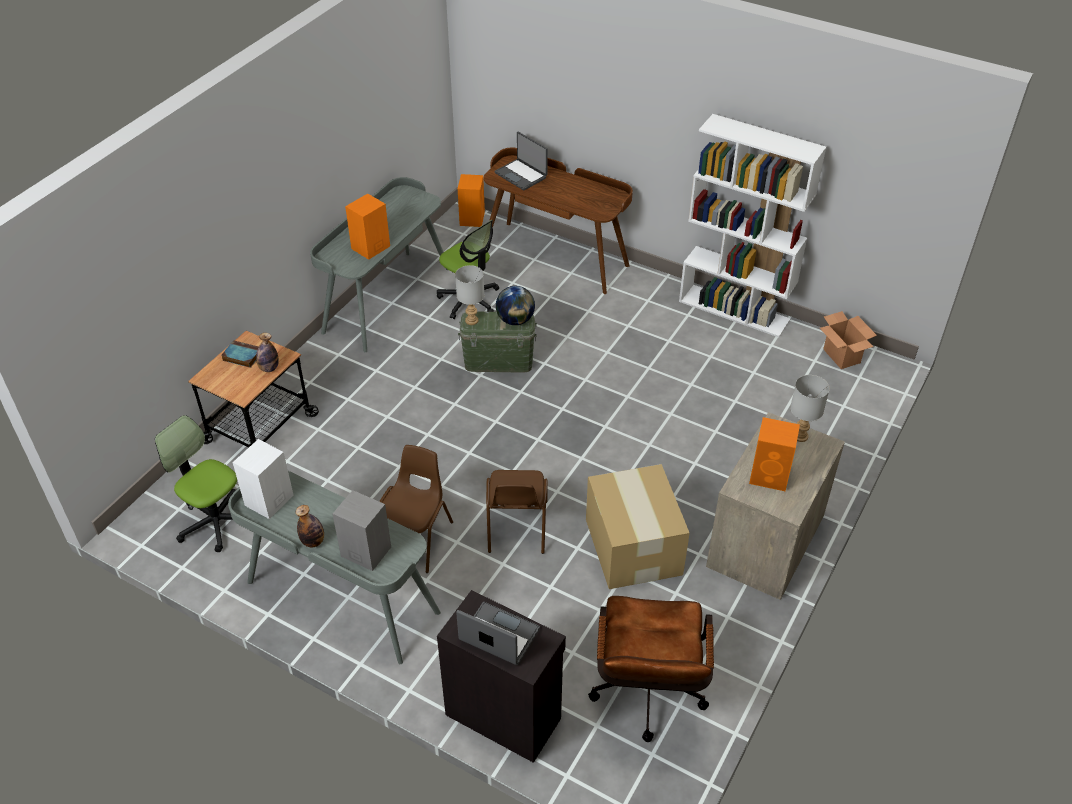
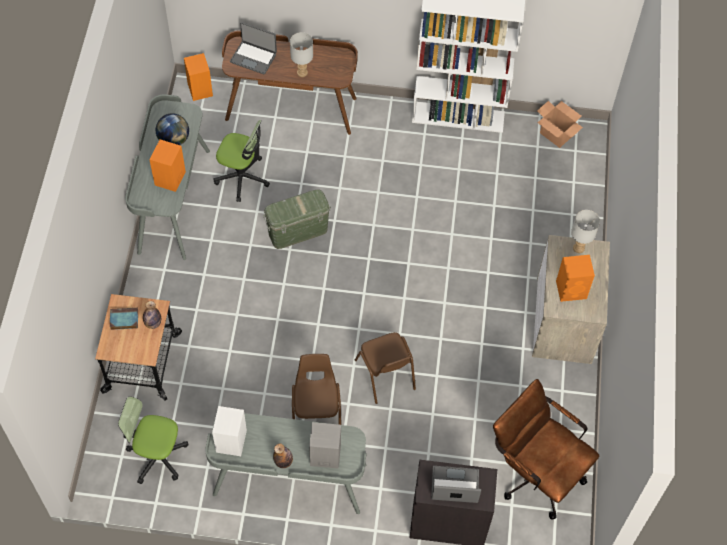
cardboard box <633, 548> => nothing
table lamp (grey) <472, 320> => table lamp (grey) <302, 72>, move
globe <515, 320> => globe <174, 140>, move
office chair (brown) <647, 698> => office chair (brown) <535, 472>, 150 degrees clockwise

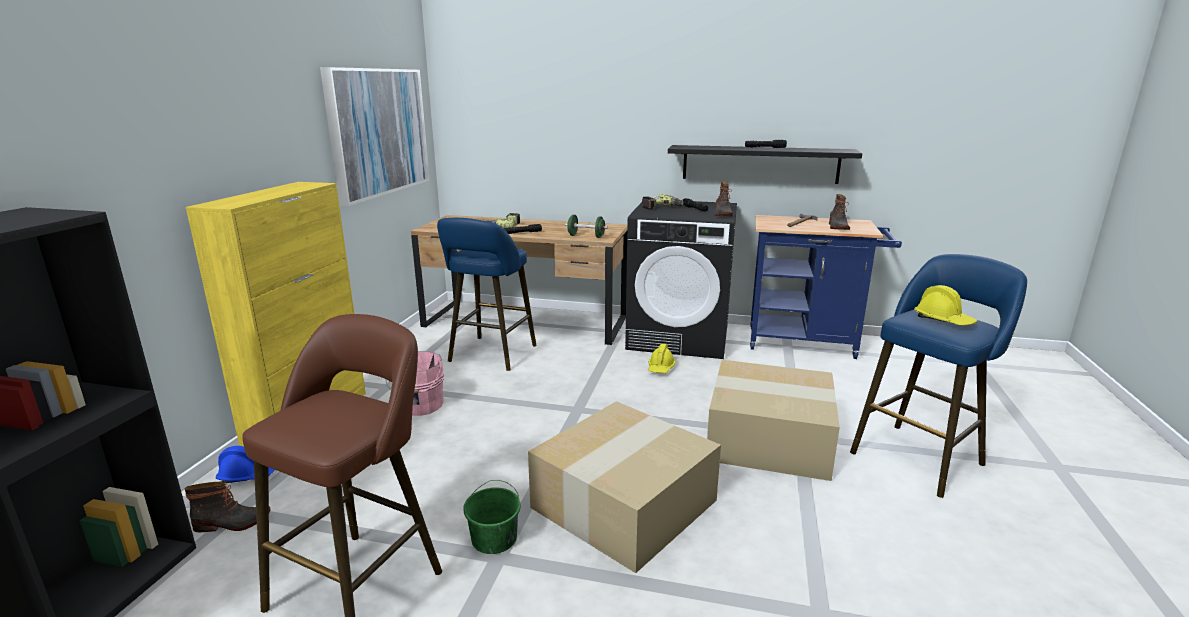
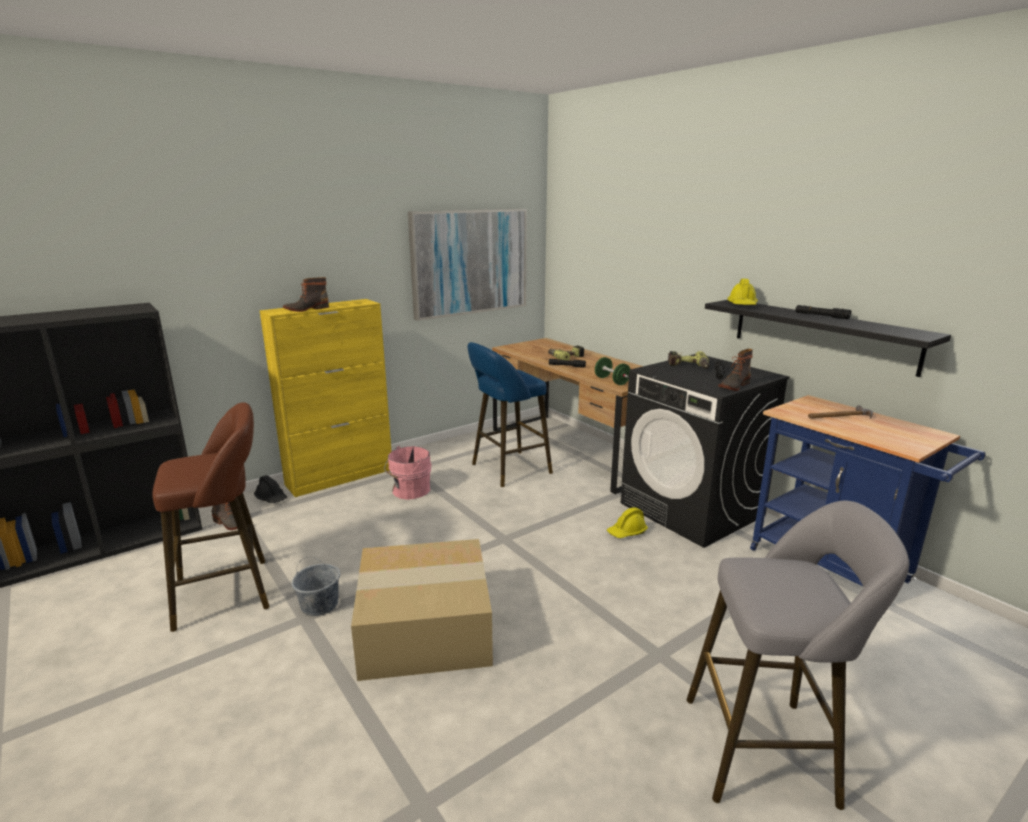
cardboard box <770, 438> => nothing
boot <837, 227> => boot <306, 309>, move
hard hat (yellow) <943, 320> => hard hat (yellow) <742, 305>, move
hard hat (blue) <247, 475> => hard hat (black) <271, 498>
bucket (green) <494, 539> => bucket (grey) <320, 605>
stool (blue) <920, 456> => stool (grey) <768, 749>

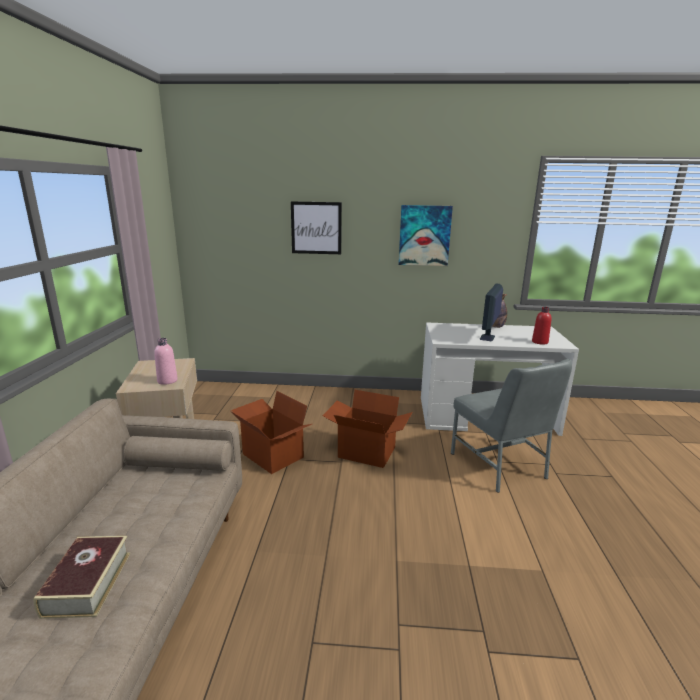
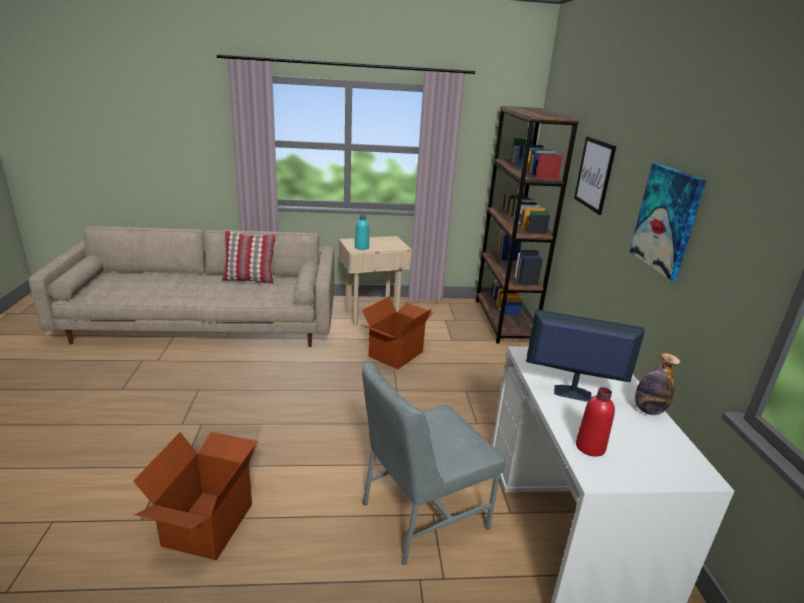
book <87, 583> => nothing
nothing => pillow <249, 279>
nothing => bookcase (brown) <503, 321>
cardboard box <366, 453> => cardboard box <207, 524>, move
bottle (pink) <167, 381> => bottle (turquoise) <361, 247>

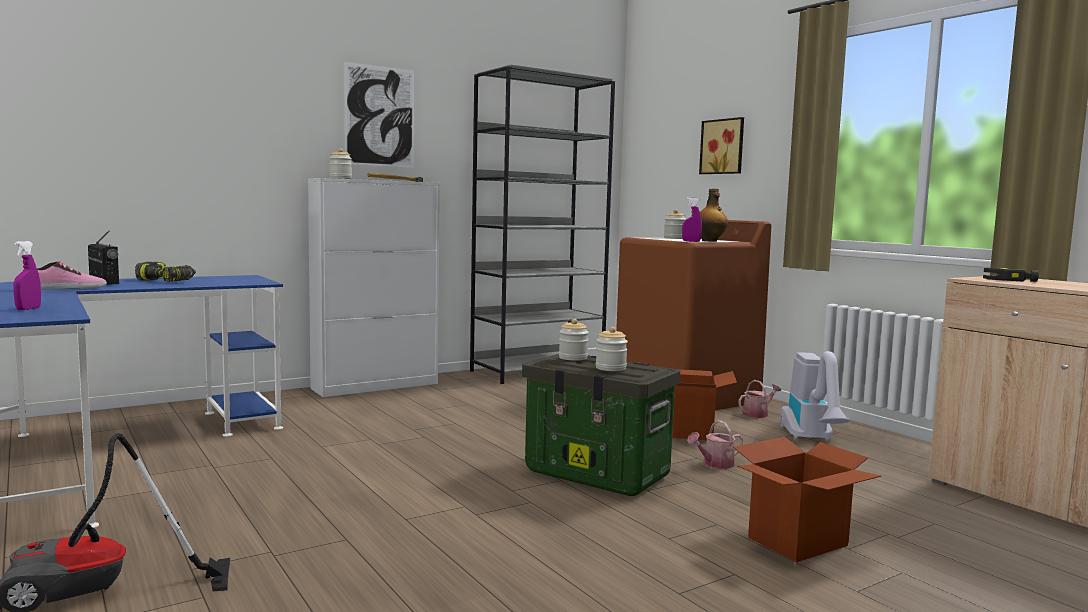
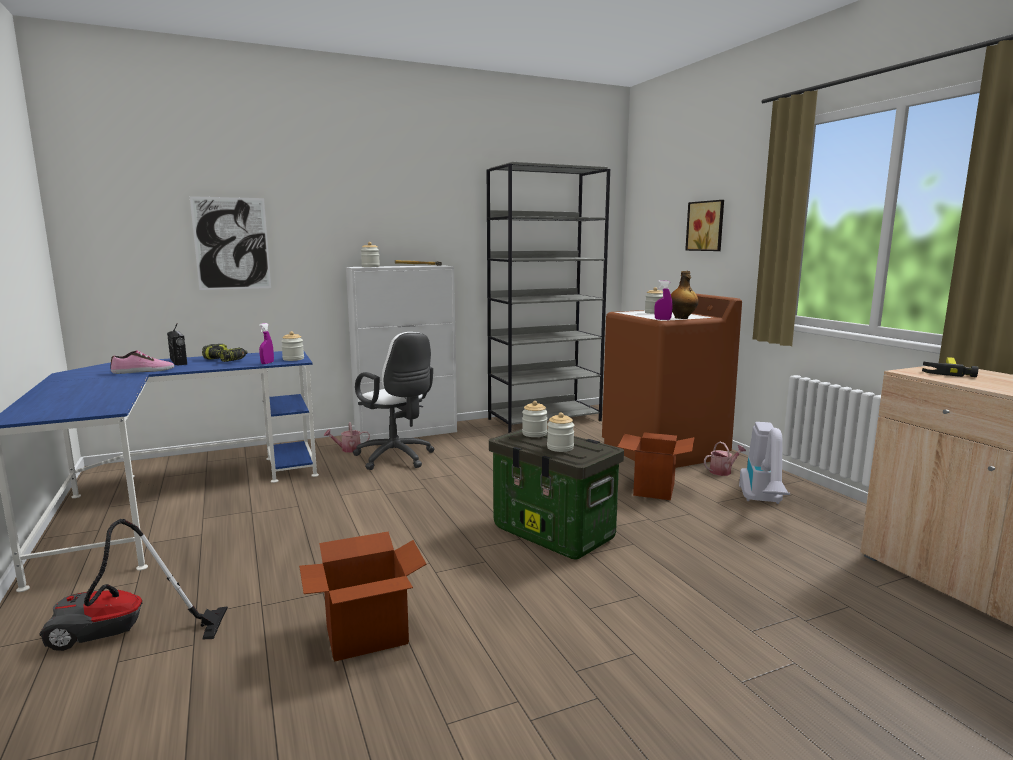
nothing => jar <293, 359>
nothing => office chair (white) <397, 458>
spray bottle (purple) <28, 309> => spray bottle (purple) <267, 363>, move
picture <379, 116> => picture <231, 243>, move
watering can <715, 464> => watering can <348, 449>, move
cardboard box <797, 542> => cardboard box <366, 636>, move

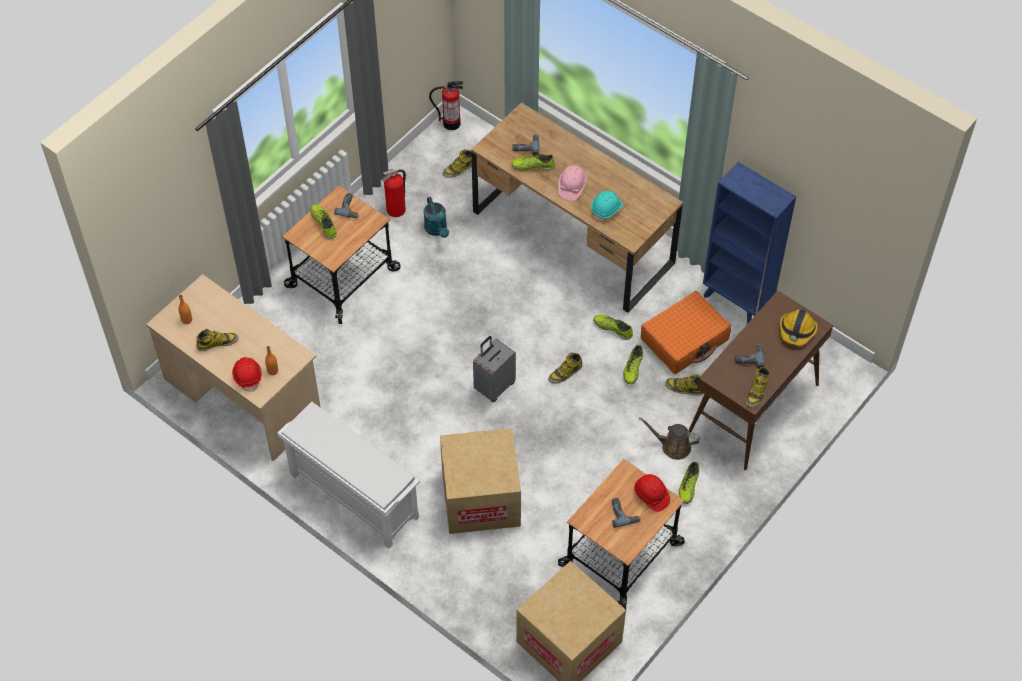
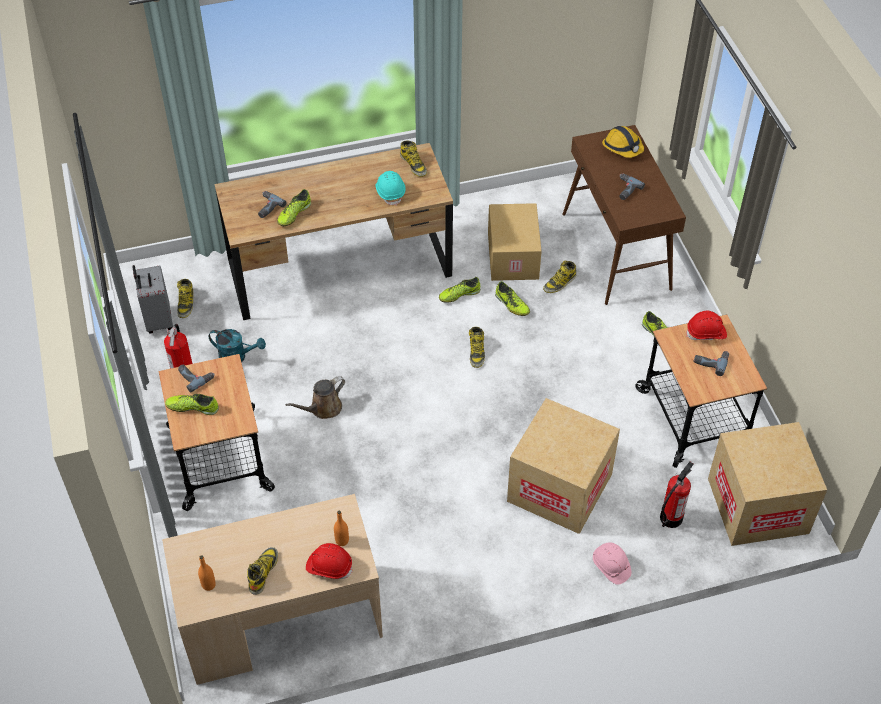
shoe rack (white) <352, 496> => nothing
bookcase (blue) <737, 301> => nothing
fire extinguisher <451, 123> => fire extinguisher <670, 518>, move
suitcase (grey) <494, 386> => suitcase (grey) <157, 320>, move
hard hat (pink) <571, 186> => hard hat (pink) <611, 567>, move
watering can (brown) <673, 446> => watering can (brown) <323, 408>, move
boot <757, 392> => boot <413, 164>, move
suitcase (orange) <685, 339> => cardboard box <511, 255>

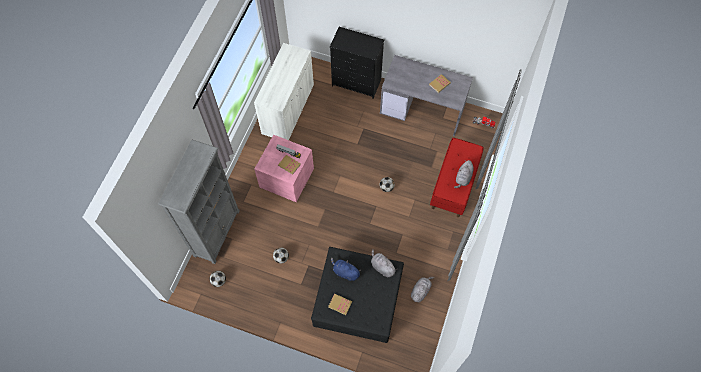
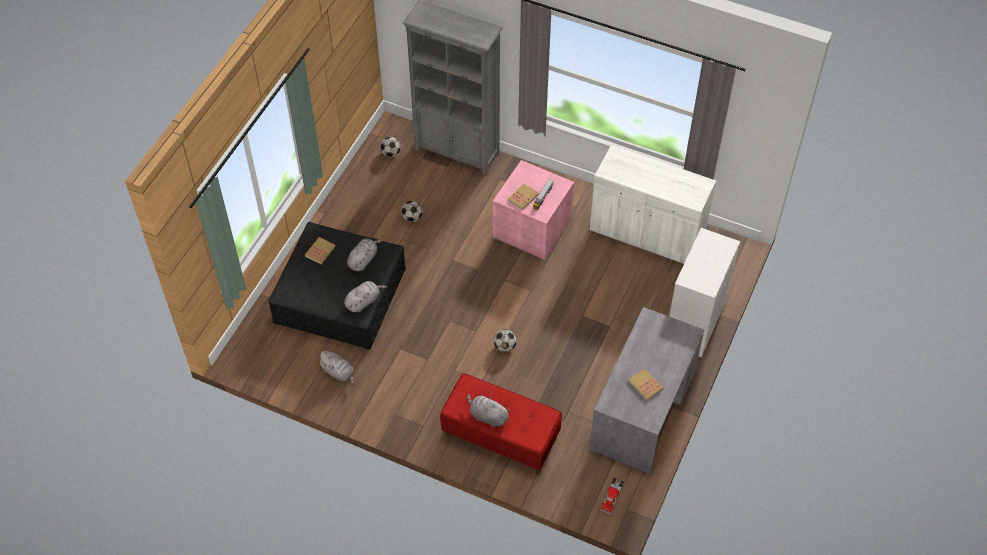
dresser (black) <357, 83> => dresser (white) <694, 324>
plush toy (blue) <345, 272> => plush toy (grey) <363, 260>

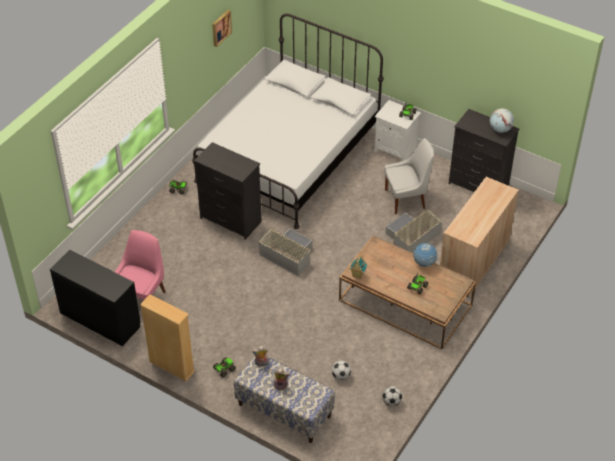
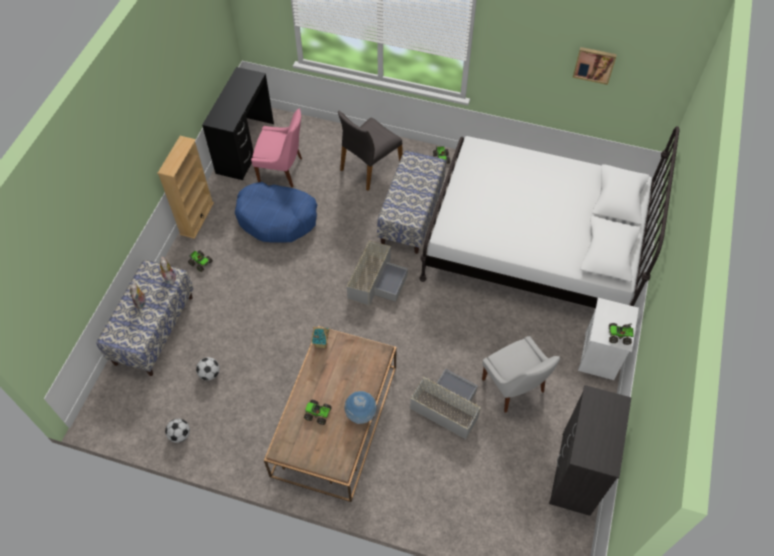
cabinet (beige) <473, 261> => nothing
globe <500, 129> => nothing
nothing => dog bed (blue) <277, 218>
nothing => chair (grey) <370, 167>
dresser (black) <231, 220> => bench <411, 216>

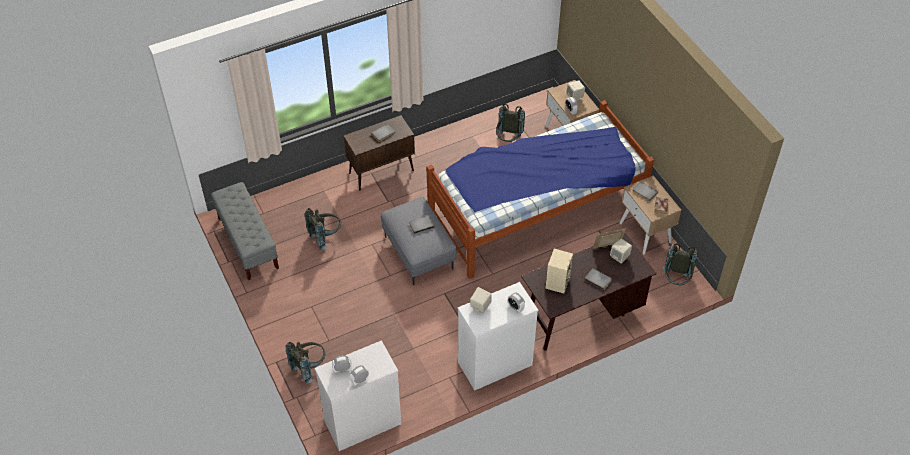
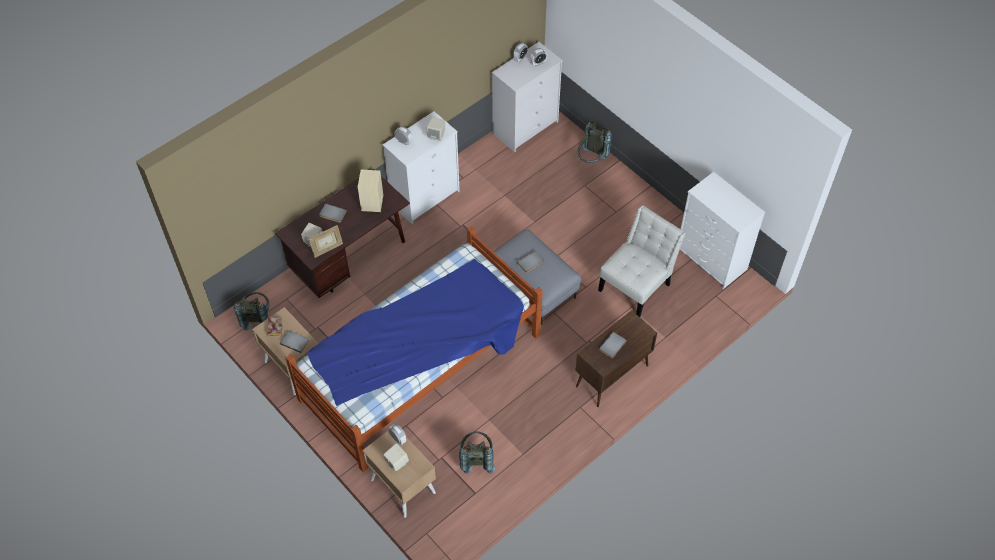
bench (grey) <248, 243> => dresser (white) <712, 259>
backpack (grey) <326, 236> => chair (white) <637, 285>

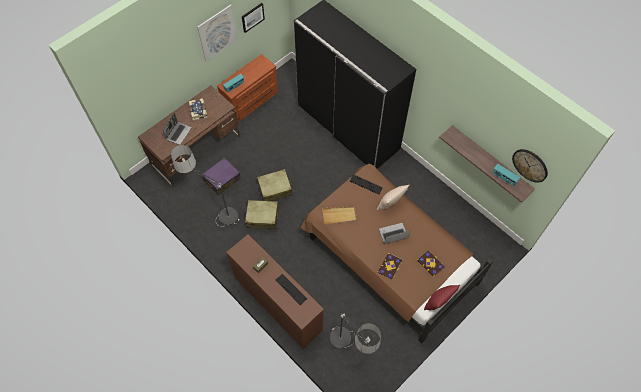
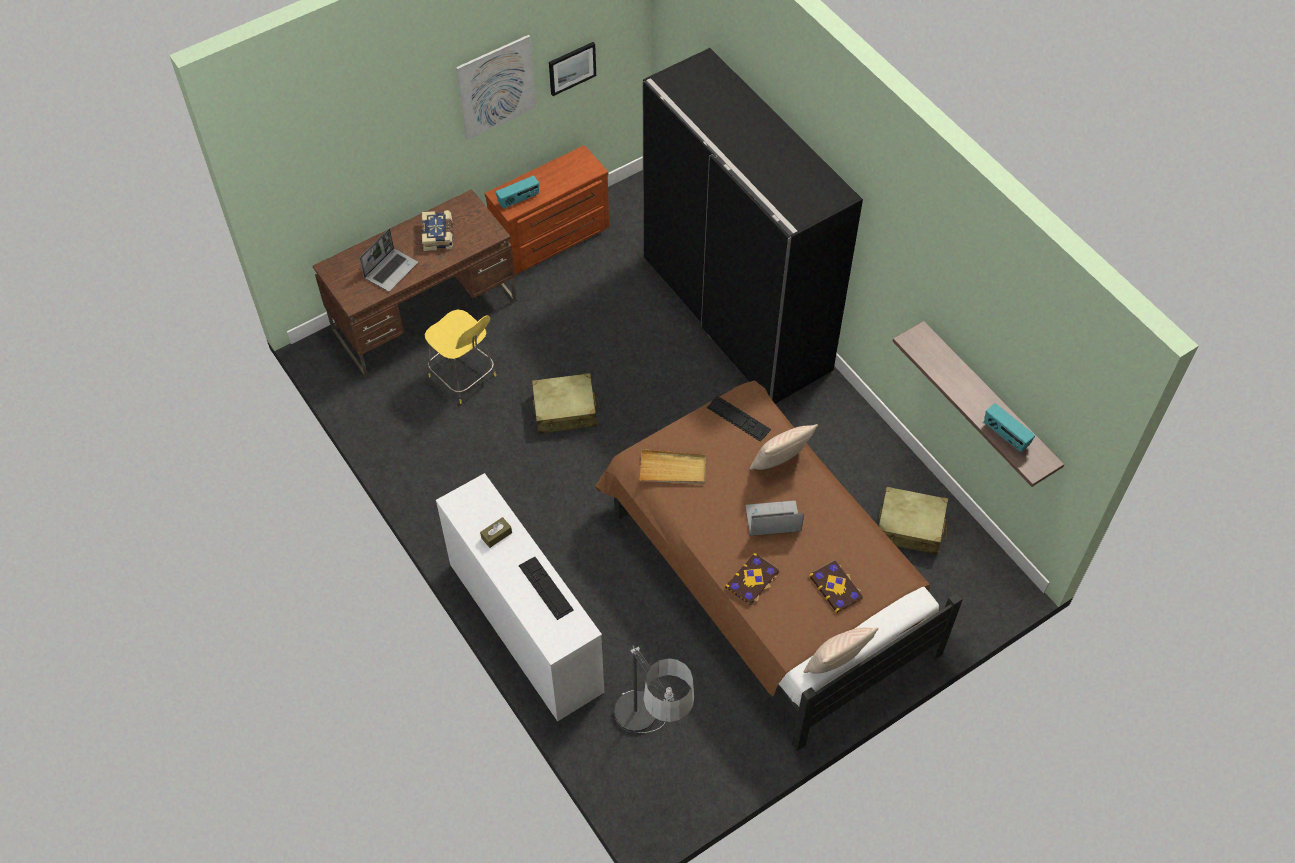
floor lamp <214, 212> => nothing
wall clock <530, 165> => nothing
suitcase (beige) <262, 217> => suitcase (beige) <910, 527>, move
suitcase (purple) <222, 179> => stool (yellow) <464, 377>
dresser (brown) <277, 303> => dresser (white) <525, 626>
pillow (red) <438, 302> => pillow (beige) <836, 662>

